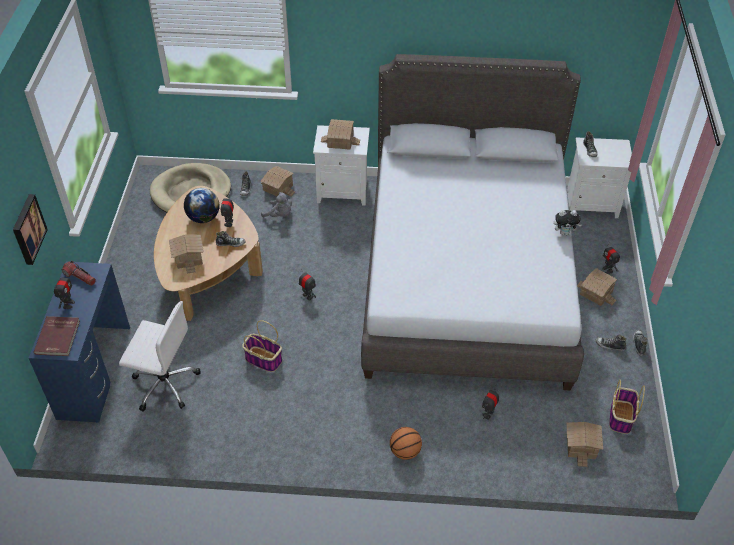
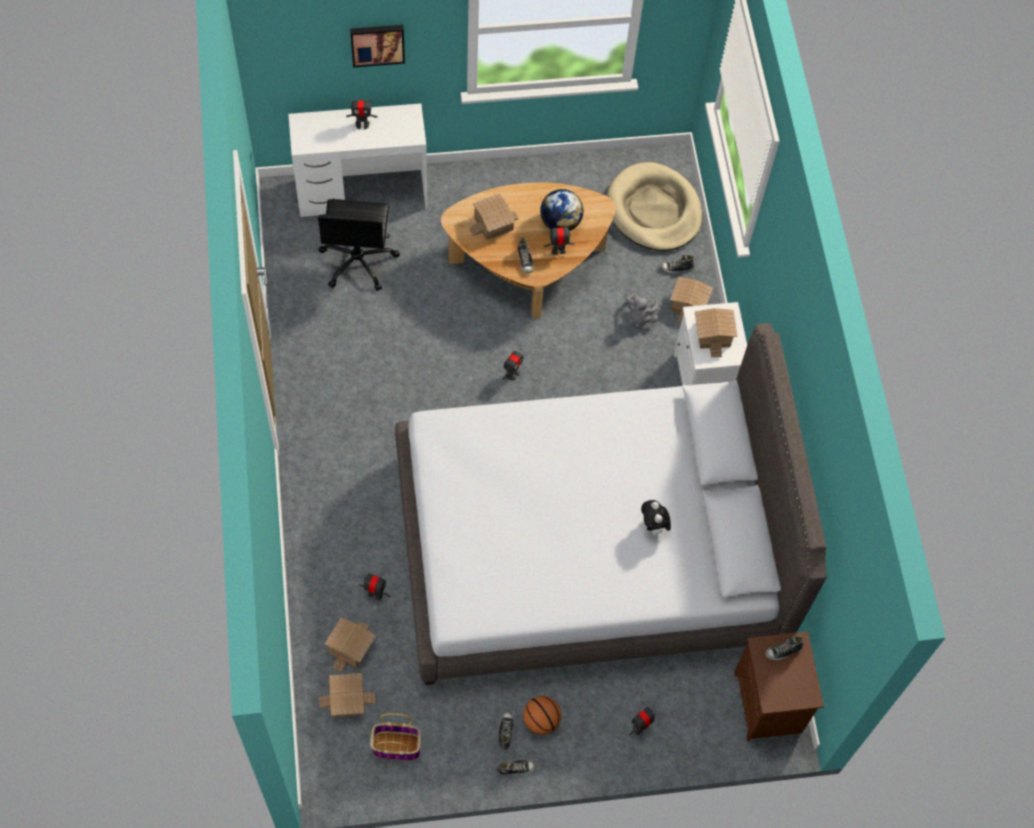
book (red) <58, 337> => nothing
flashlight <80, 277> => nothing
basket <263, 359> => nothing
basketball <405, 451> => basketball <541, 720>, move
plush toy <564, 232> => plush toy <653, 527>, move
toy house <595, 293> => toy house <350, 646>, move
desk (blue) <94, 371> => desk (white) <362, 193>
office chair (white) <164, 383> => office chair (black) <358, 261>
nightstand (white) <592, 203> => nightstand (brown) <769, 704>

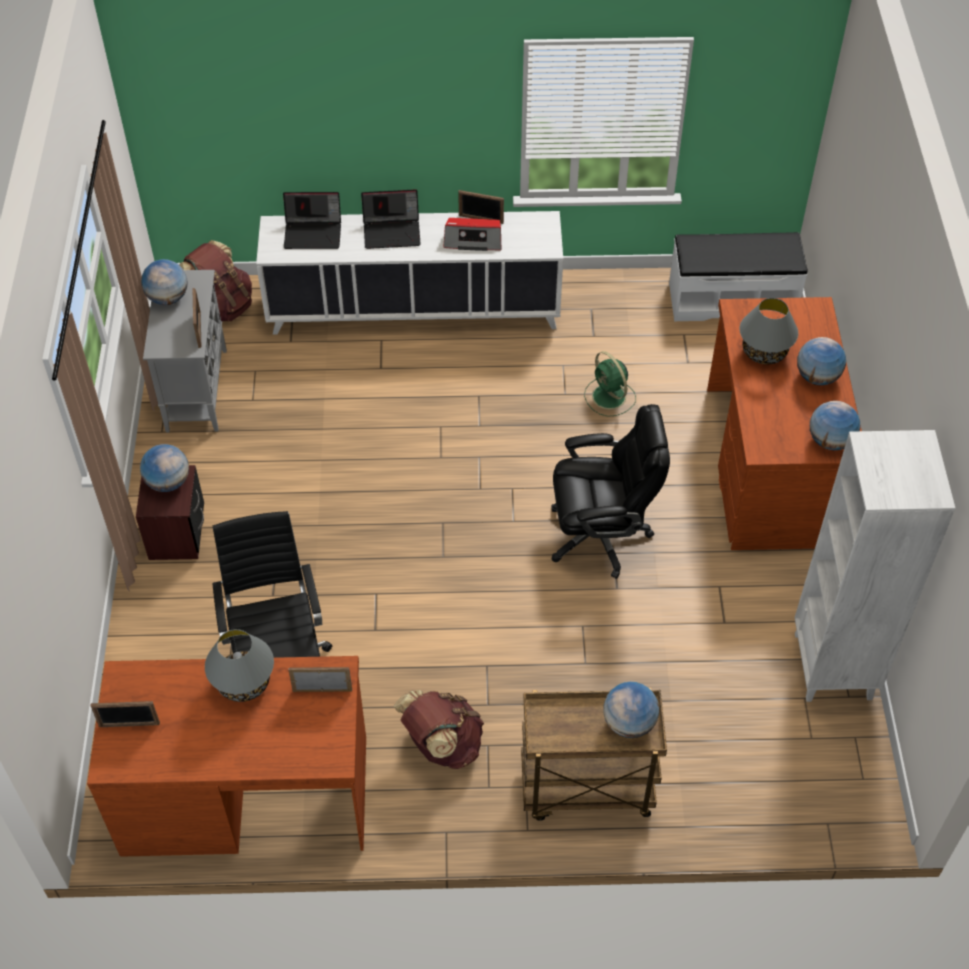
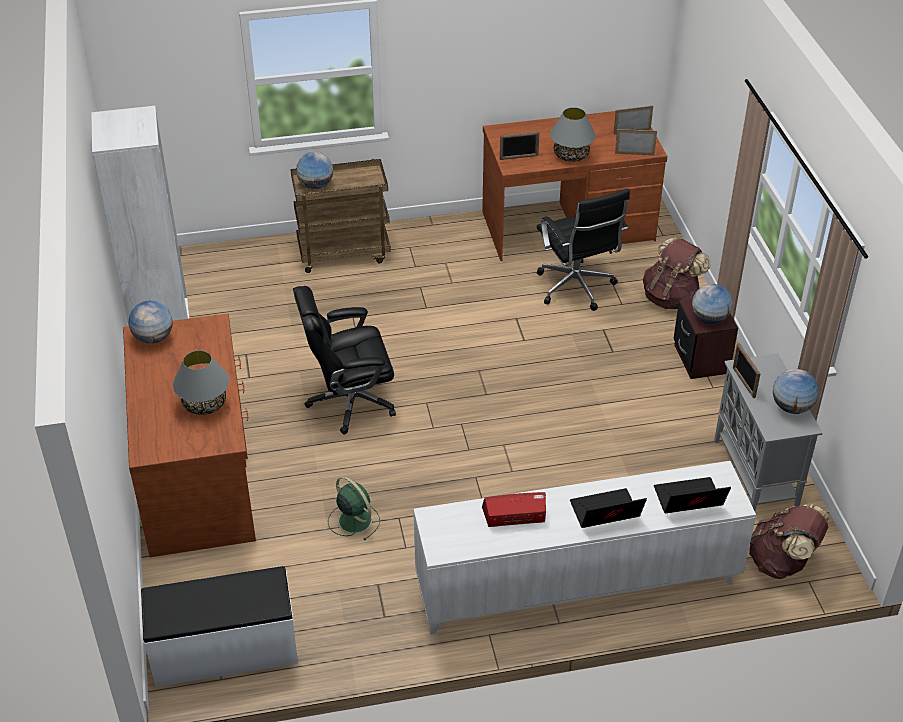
globe <817, 377> => nothing
backpack (brown) <442, 745> => backpack (brown) <671, 298>, move
picture frame <481, 219> => picture frame <634, 153>, move

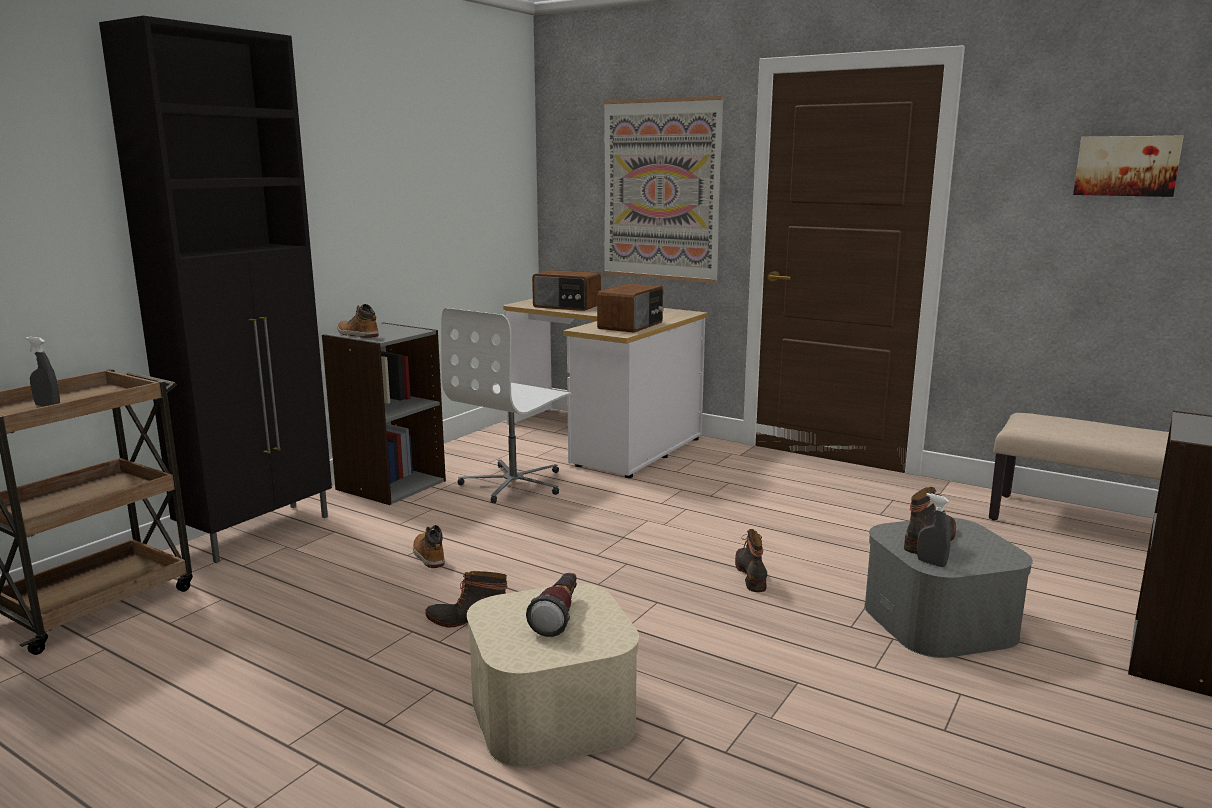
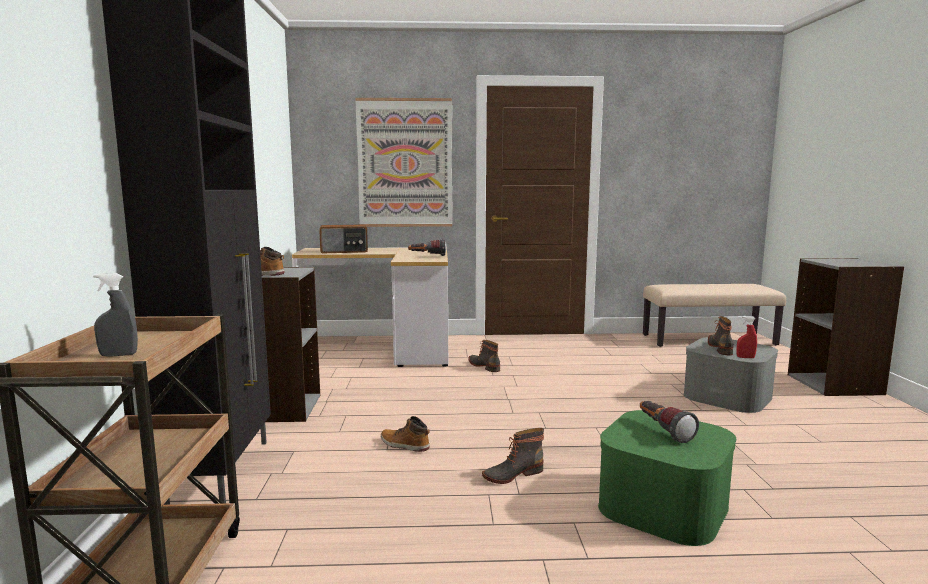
office chair (white) <514, 484> => nothing
picture <1126, 166> => nothing
boot <752, 574> => boot <484, 366>, move
radio <632, 325> => flashlight <427, 256>
storage box (beige) <552, 712> => storage box (green) <663, 506>
spray bottle (grey) <931, 563> => spray bottle (red) <745, 357>

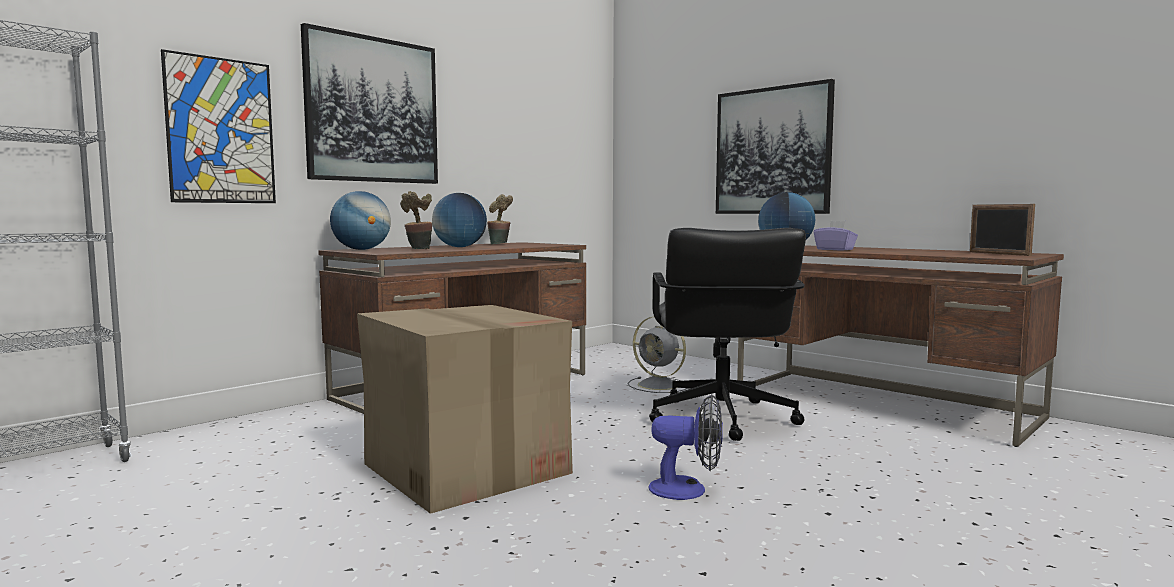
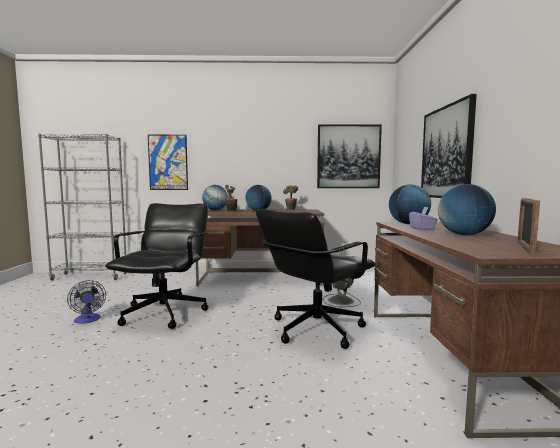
nothing => globe <464, 235>
picture <372, 110> => picture <348, 157>, move
fan <688, 490> => fan <88, 320>, move
cardboard box <465, 468> => office chair (black) <165, 313>

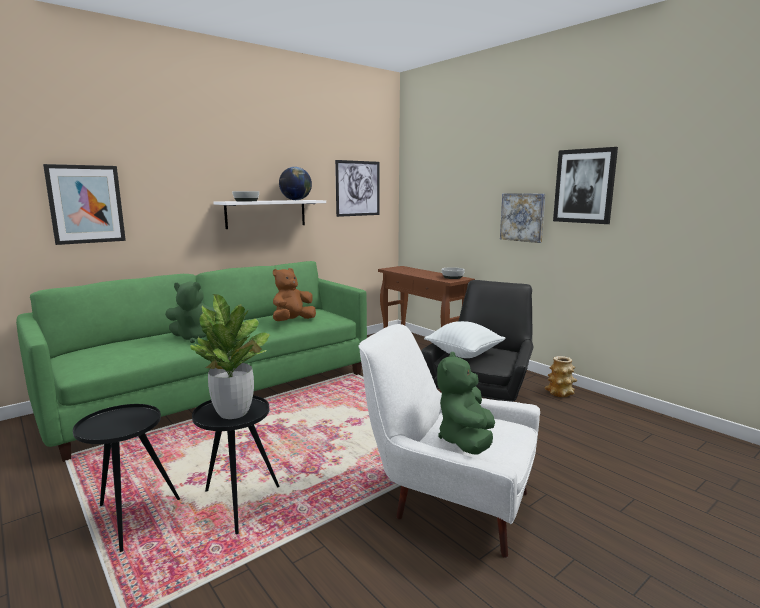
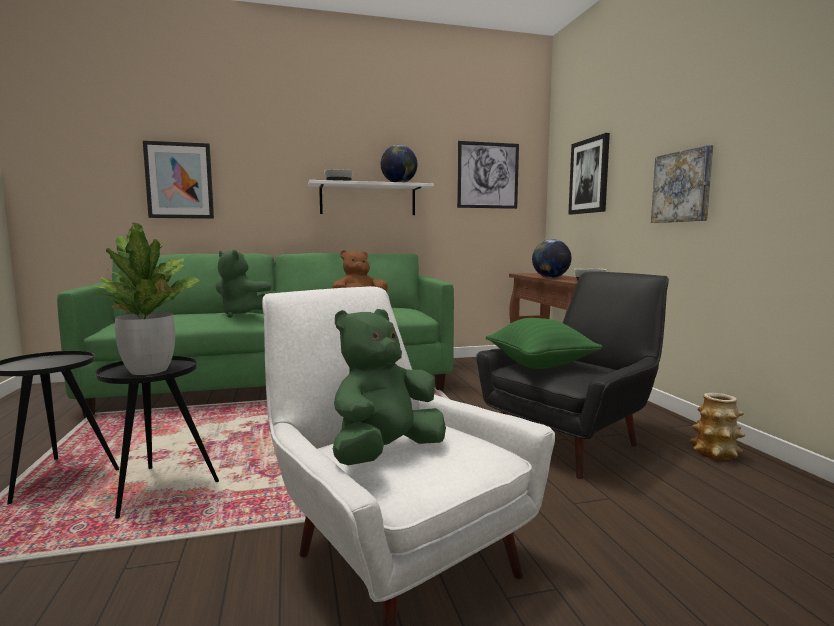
nothing => globe <550, 277>
picture <584, 186> => picture <589, 176>, move
pillow (white) <464, 354> => pillow (green) <540, 365>

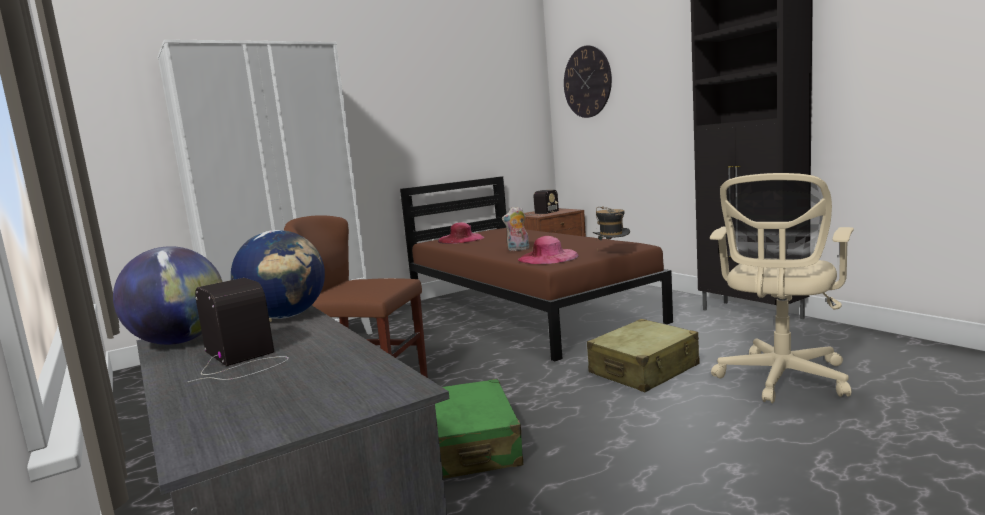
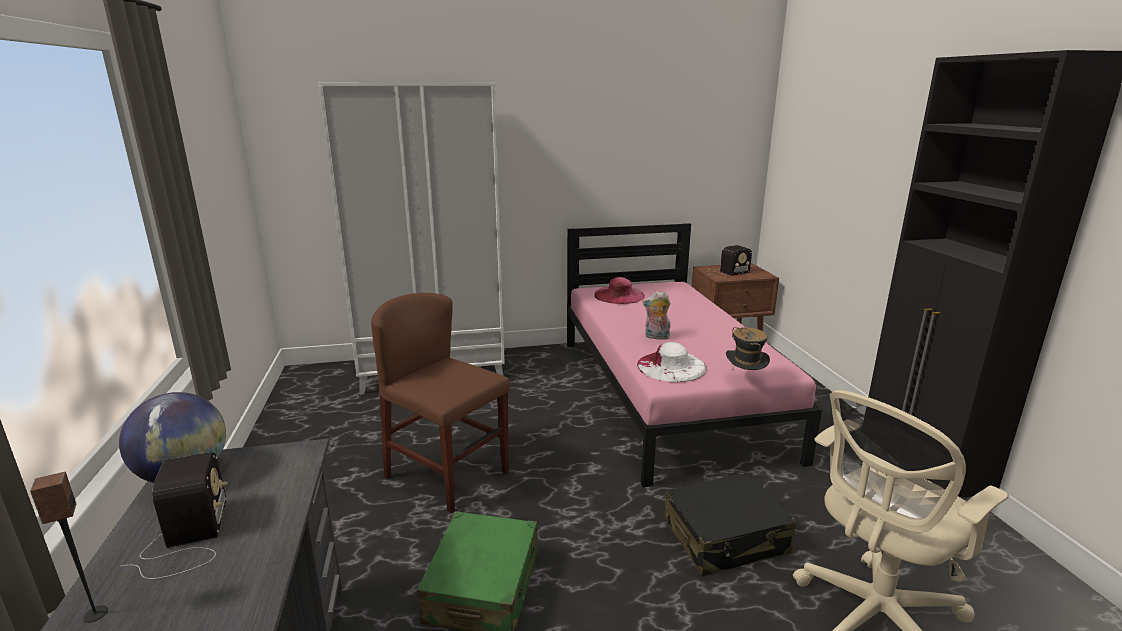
globe <286, 316> => nothing
wall clock <587, 82> => nothing
nothing => speaker <95, 614>
bed (brown) <527, 311> => bed (pink) <667, 394>
hat (pink) <548, 257> => hat (white) <671, 366>
suitcase (beige) <644, 370> => suitcase (black) <725, 537>

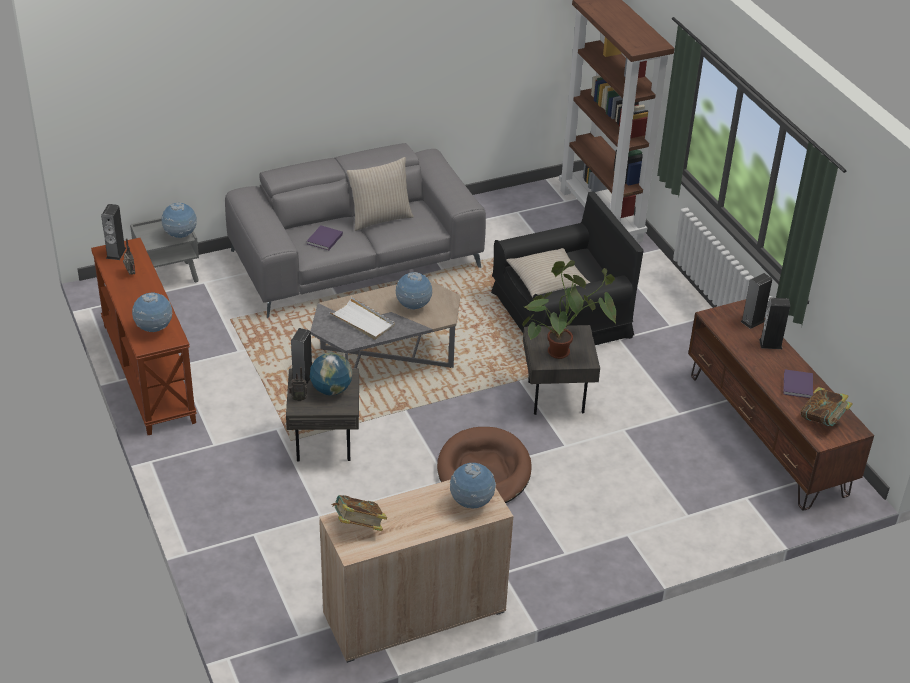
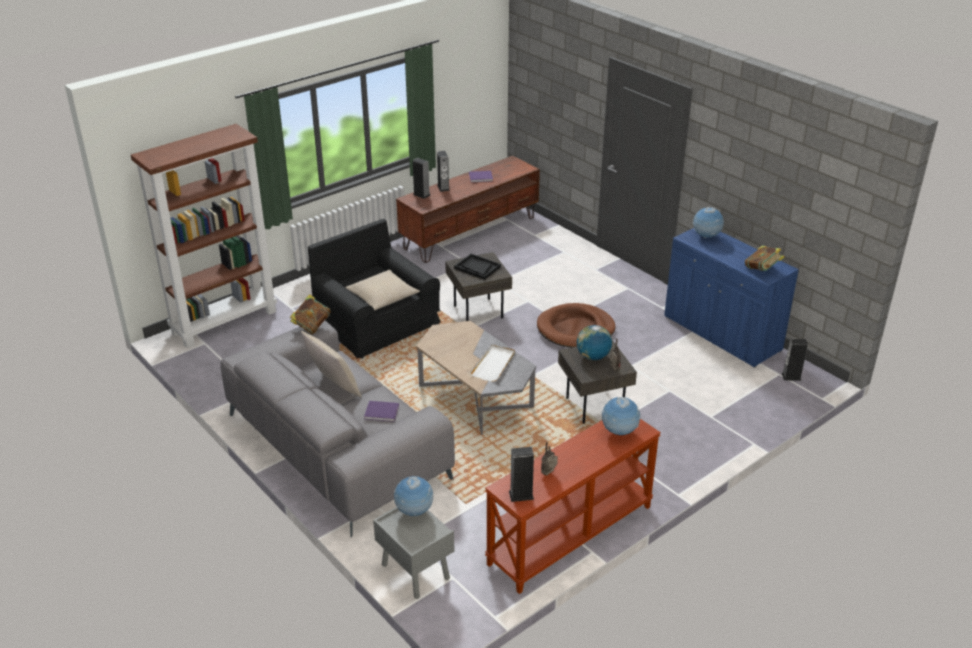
globe <413, 307> => nothing
speaker <302, 378> => speaker <791, 377>, move
book <823, 420> => book <312, 326>, move
potted plant <563, 346> => tray (black) <477, 268>
cabinet (beige) <414, 613> => cabinet (blue) <721, 334>

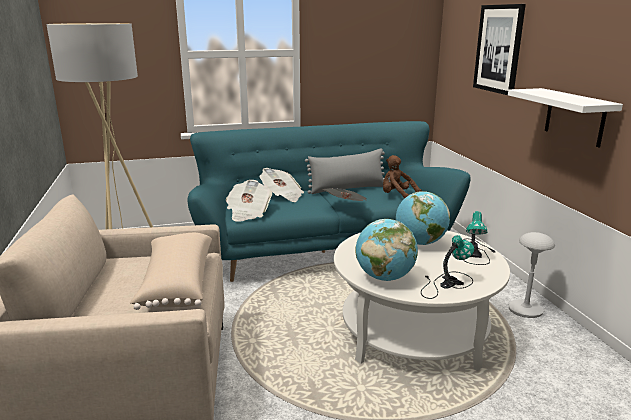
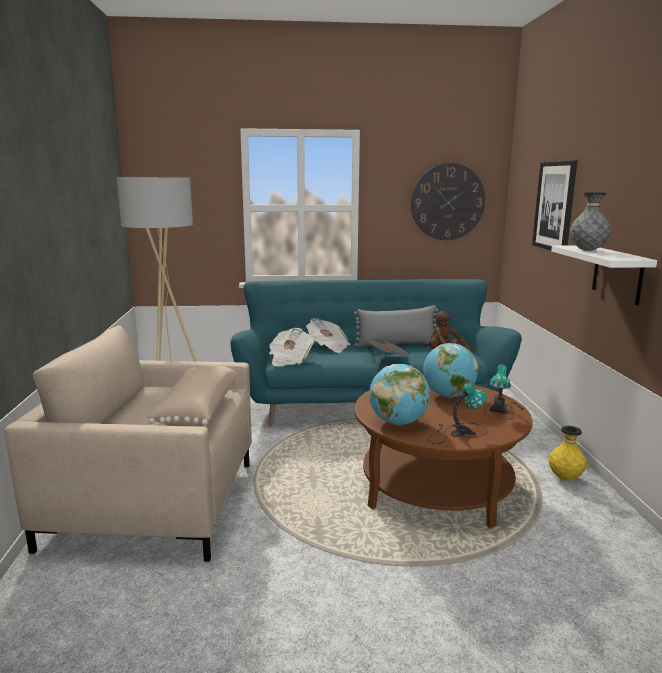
nothing => wall clock <447, 202>
nothing => vase (grey) <587, 250>
table lamp (grey) <525, 310> => vase (yellow) <565, 478>
coffee table (white) <413, 331> => coffee table (brown) <436, 486>

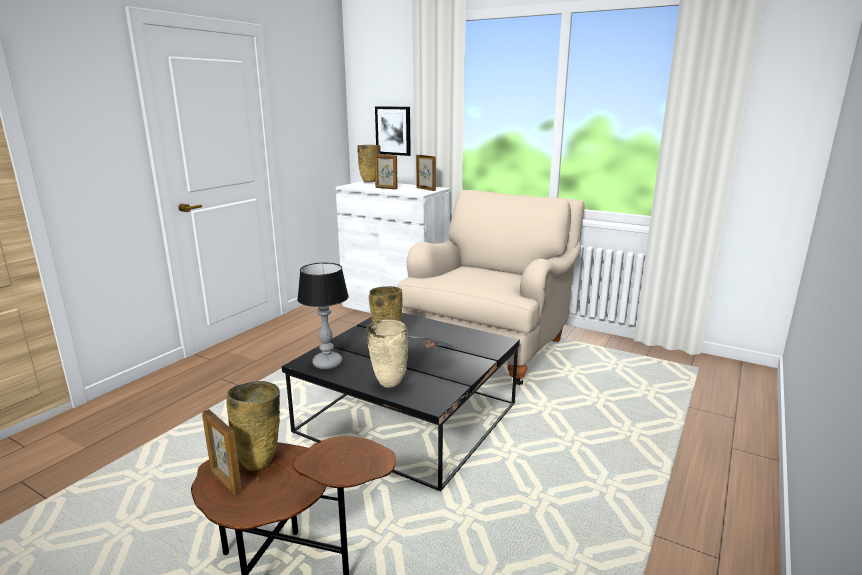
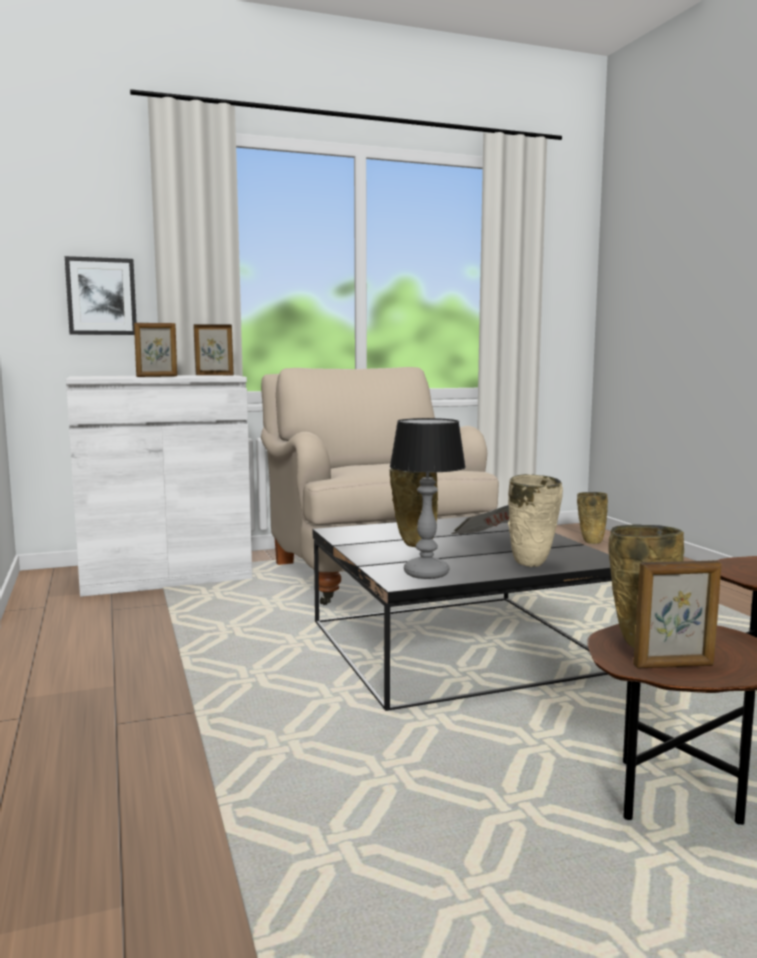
vase (beige) <370, 181> => vase (beige) <590, 542>, move

